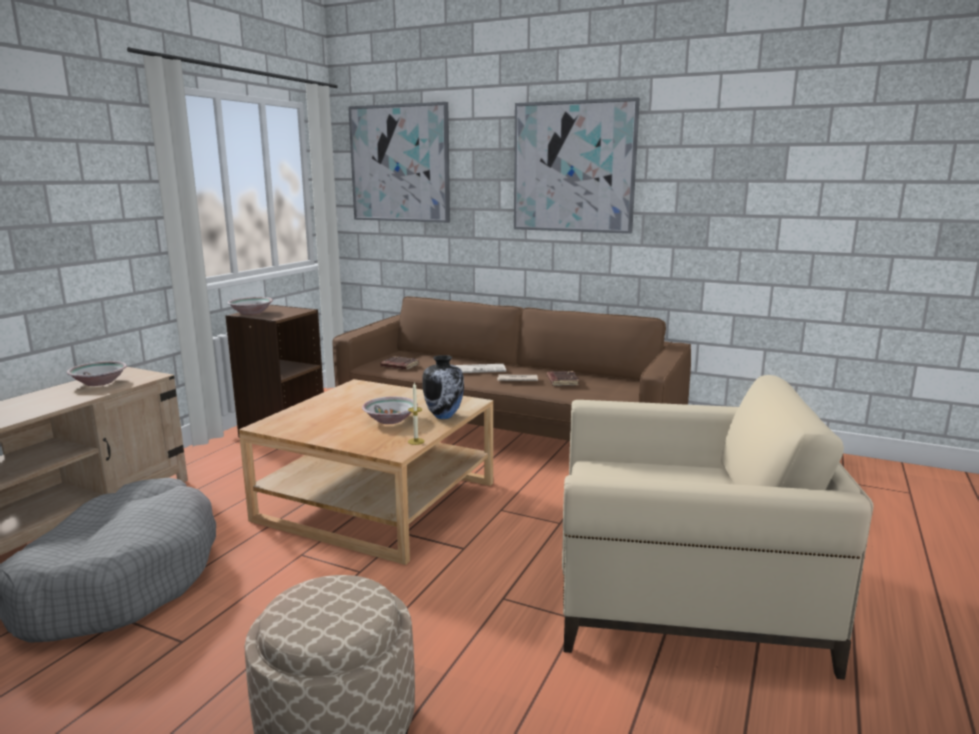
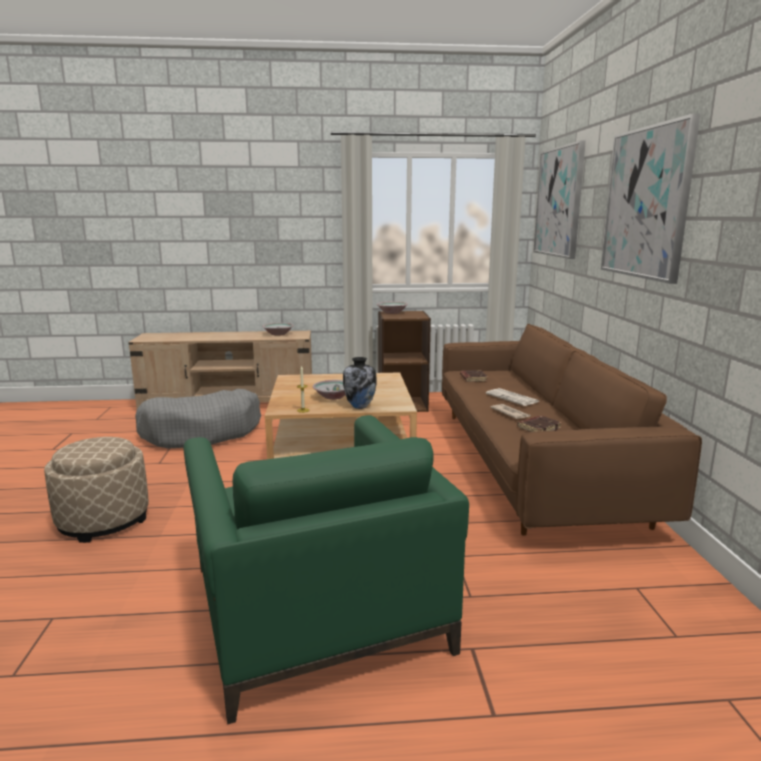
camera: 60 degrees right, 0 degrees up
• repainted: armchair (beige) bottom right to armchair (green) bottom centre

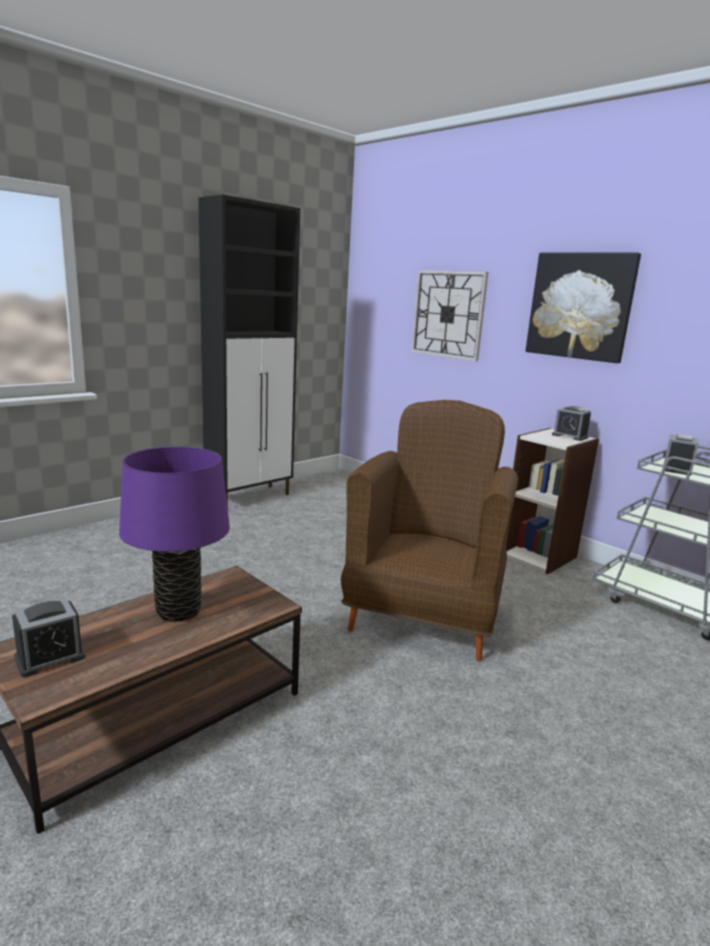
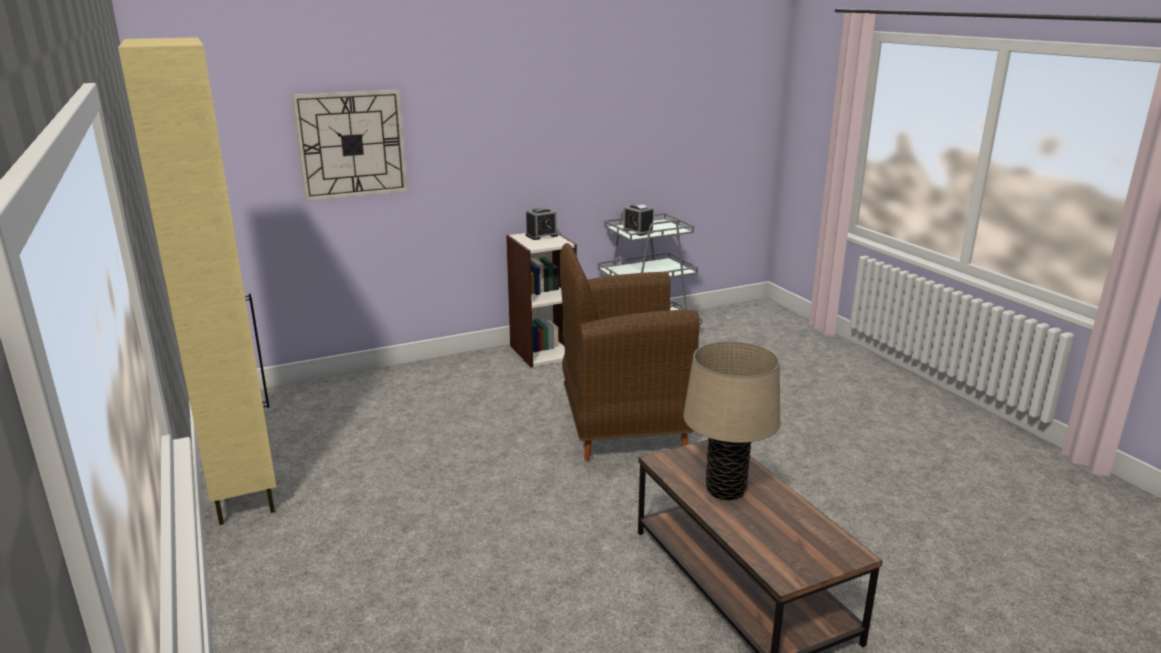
camera: 70 degrees left, 5 degrees up
• repainted: cabinet (black) centre to cabinet (beige) middle left
• gone: picture top right
• rotated: armchair (brown) centre = centre 45 degrees counterclockwise
• repainted: table lamp (purple) middle left to table lamp (beige) centre
• gone: alarm clock (no. 1 from left) bottom left

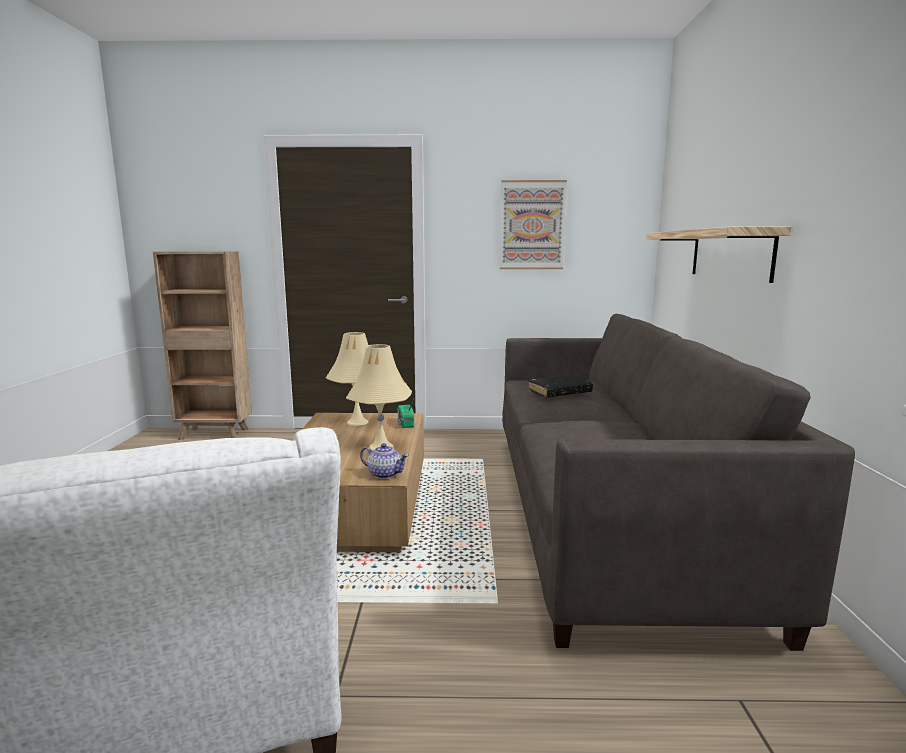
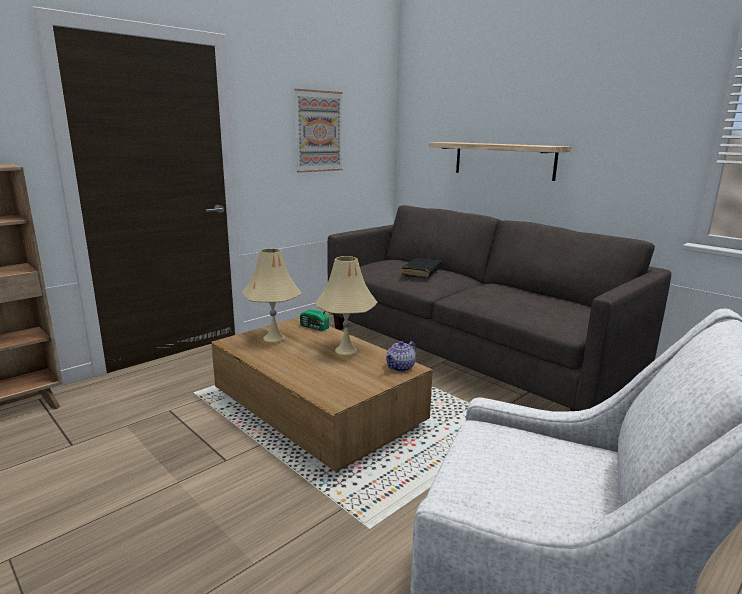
camera: 45 degrees left, 5 degrees up
• rotated: teapot centre = centre 150 degrees clockwise

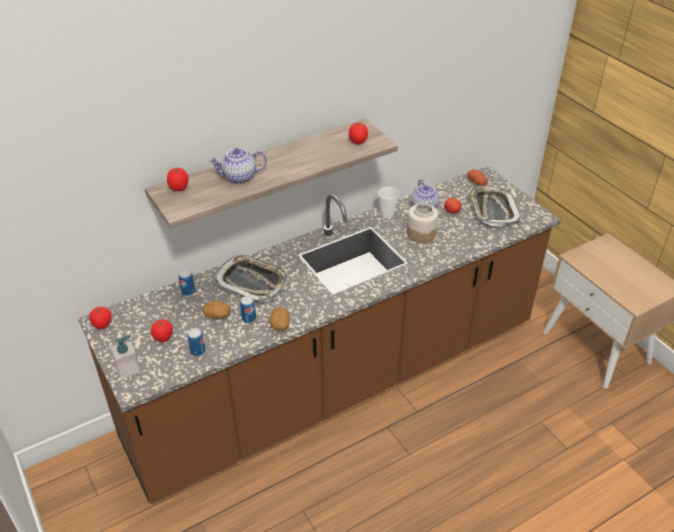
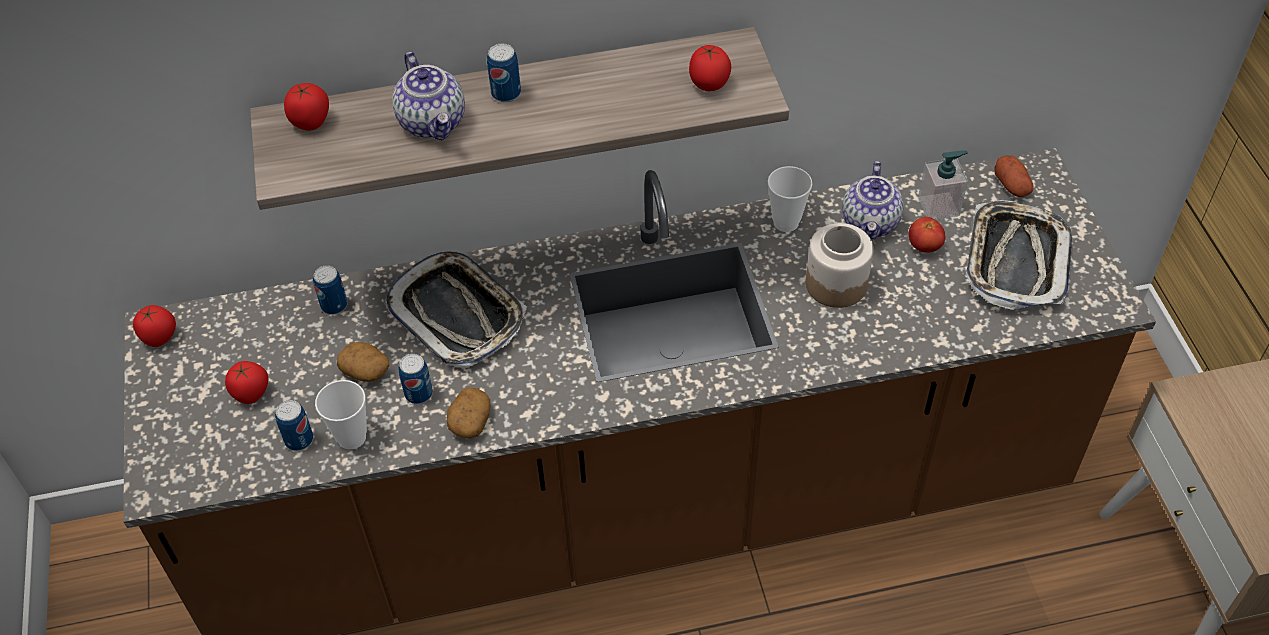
camera: 20 degrees right, 10 degrees up
• rotated: teapot (no. 1 from left) top centre = top centre 120 degrees counterclockwise
• shifted: soap dispenser bottom left to top right
• new: can (no. 4 from left) top centre
• new: cup (no. 1 from left) middle left

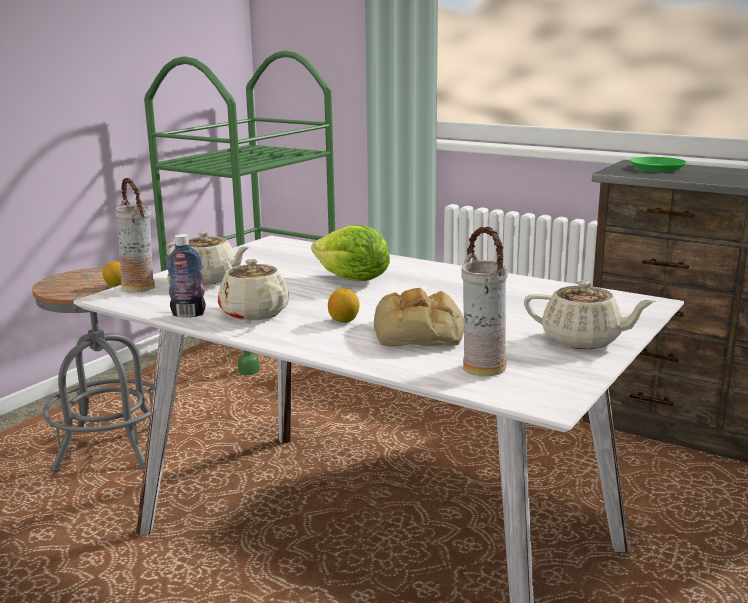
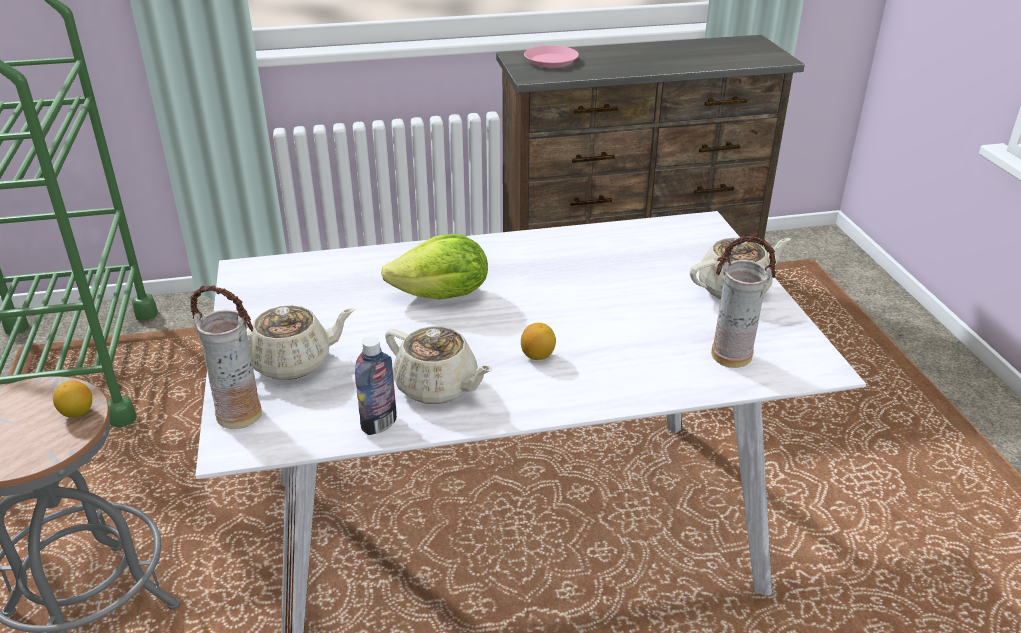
camera: 45 degrees left, 15 degrees up
• repainted: plate (green) top right to plate (pink) top centre
• rotated: teapot (beige) (no. 2 from left) centre = centre 150 degrees counterclockwise
• gone: bread centre

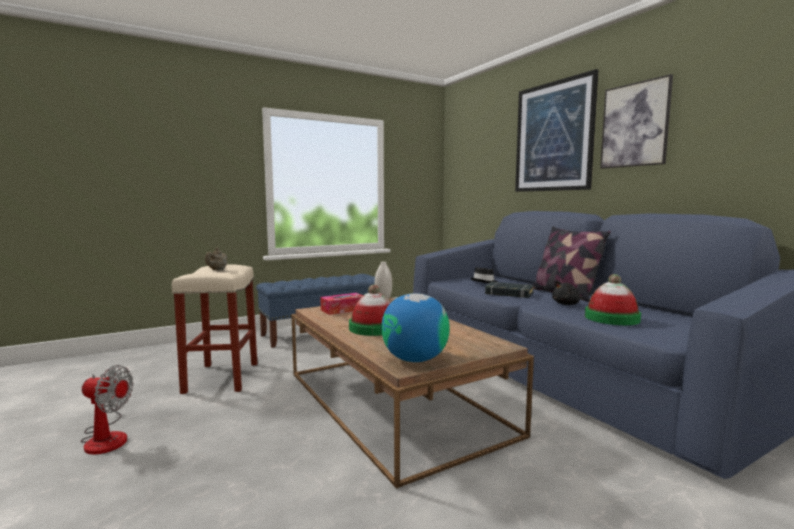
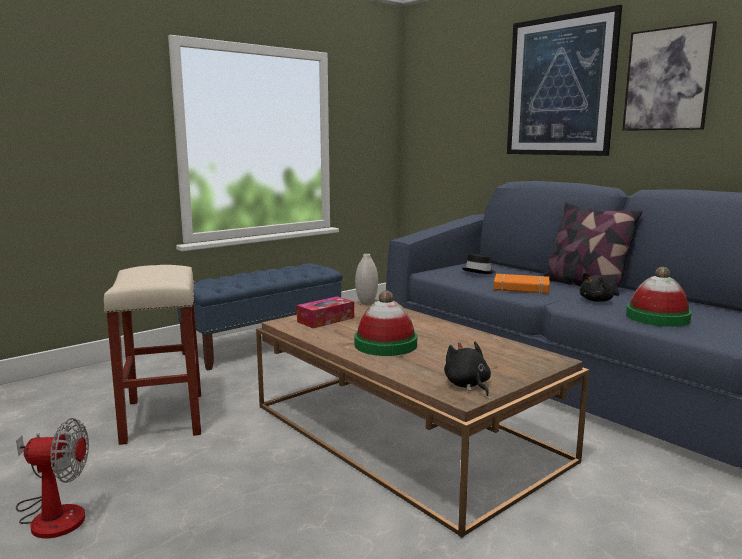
camera: 10 degrees left, 5 degrees up
• gone: teapot (beige) middle left
• repainted: book (black) centre to book (orange) middle right
• swapped: globe centre to plush toy (black) (no. 1 from left) centre

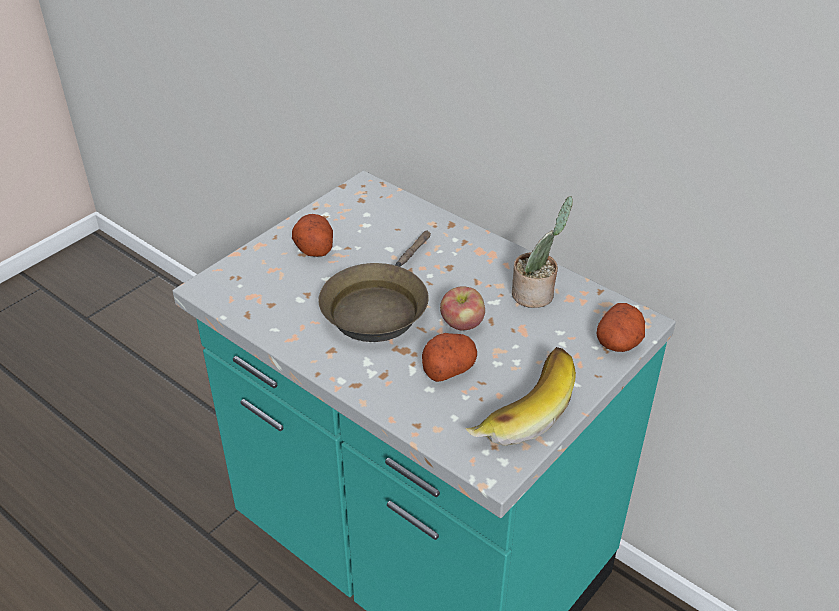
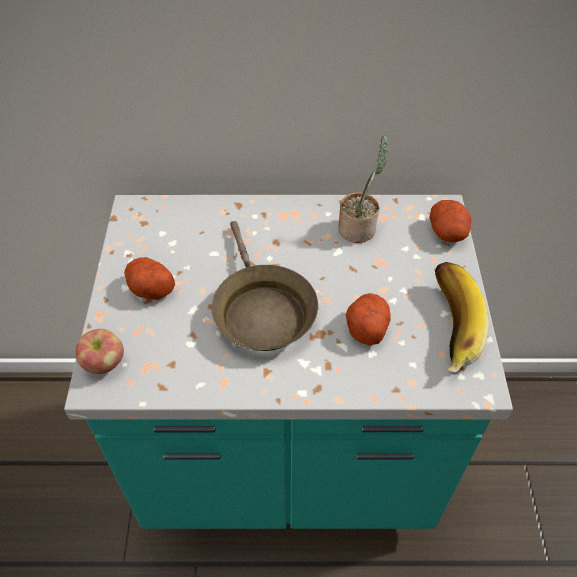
camera: 40 degrees left, 10 degrees up
• shifted: apple centre to middle left

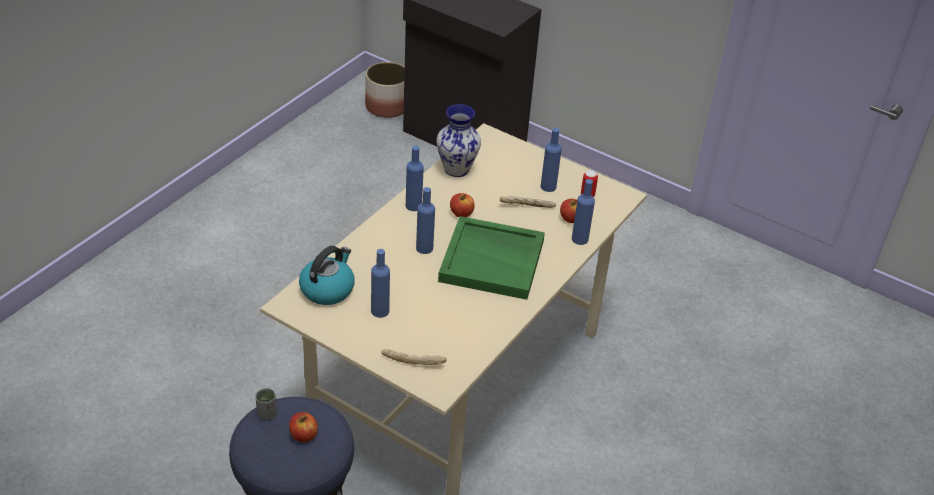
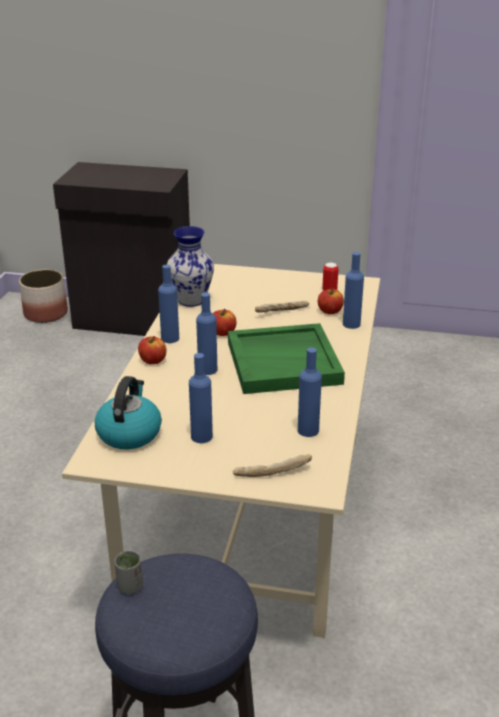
camera: 20 degrees left, 10 degrees down
• shifted: bottle (blue) (no. 4 from left) top centre to centre
• shifted: apple (no. 1 from left) bottom left to middle left

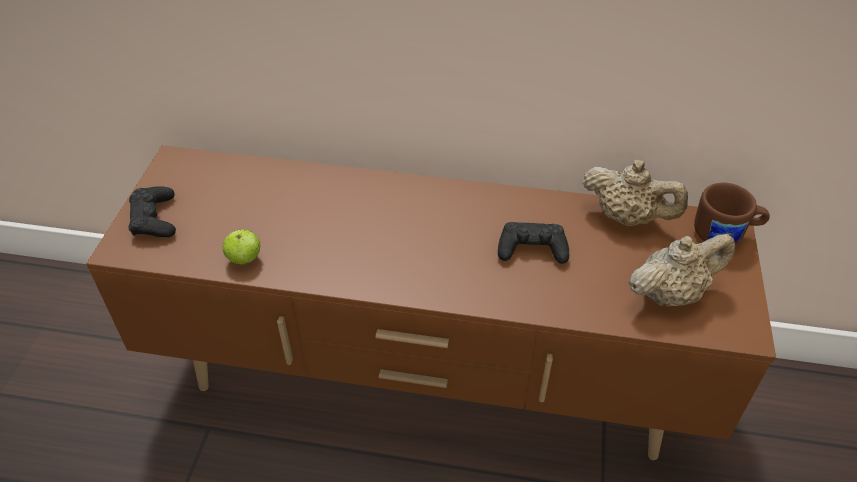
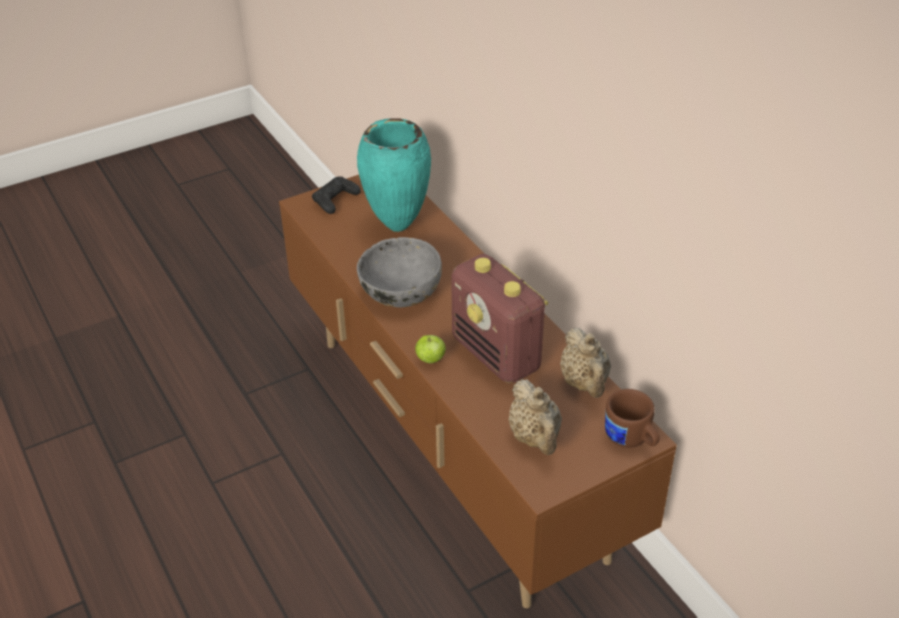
camera: 50 degrees right, 5 degrees down
• swapped: game controller (black) (no. 2 from left) centre to radio centre
• shifted: apple middle left to centre
• rotated: teapot (beige) (no. 2 from left in the first image) middle right = bottom centre 45 degrees clockwise
• new: vase (turquoise) top centre
• new: bowl (grey) centre

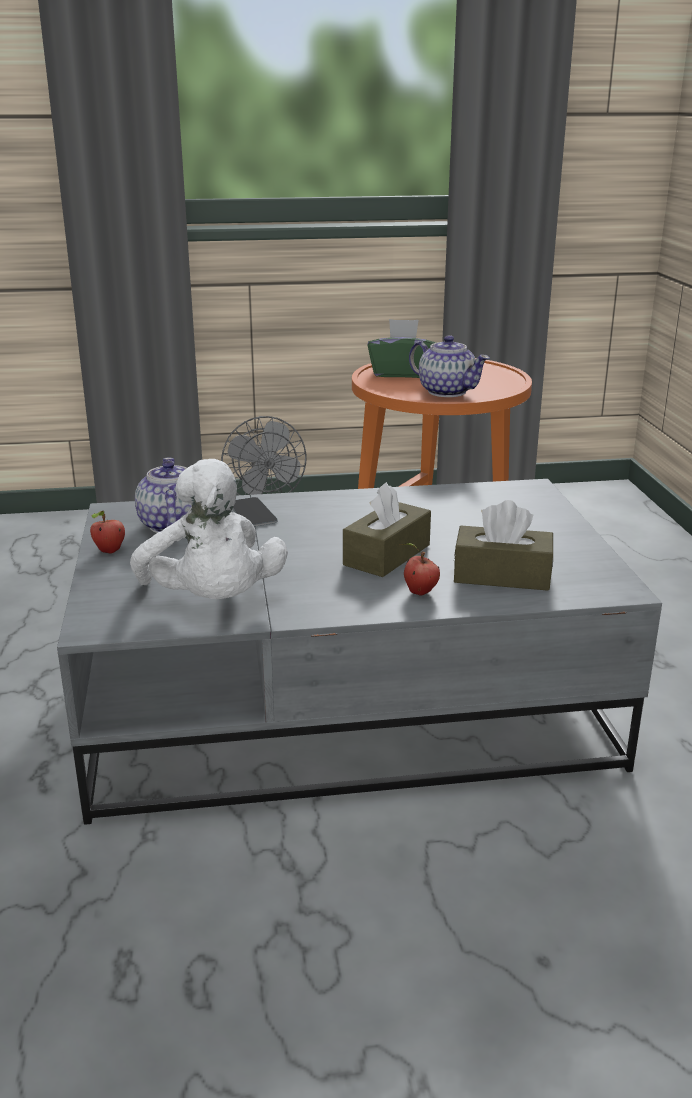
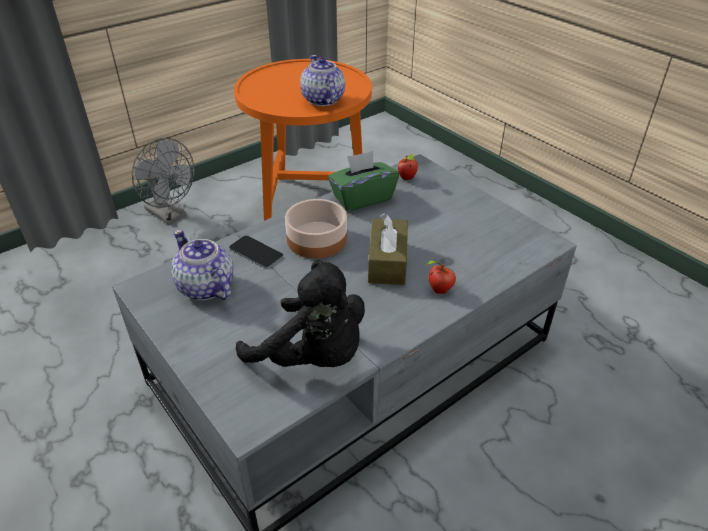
camera: 30 degrees left, 15 degrees up
• shifted: tissue box (green) top centre to centre
• rotated: teapot (no. 2 from left) centre = top centre 120 degrees counterclockwise
• repainted: plush toy (white) middle left to plush toy (black) centre
• gone: tissue box (brown) (no. 2 from left) middle right
• shifted: apple (no. 1 from left) middle left to top centre
• new: bowl centre

